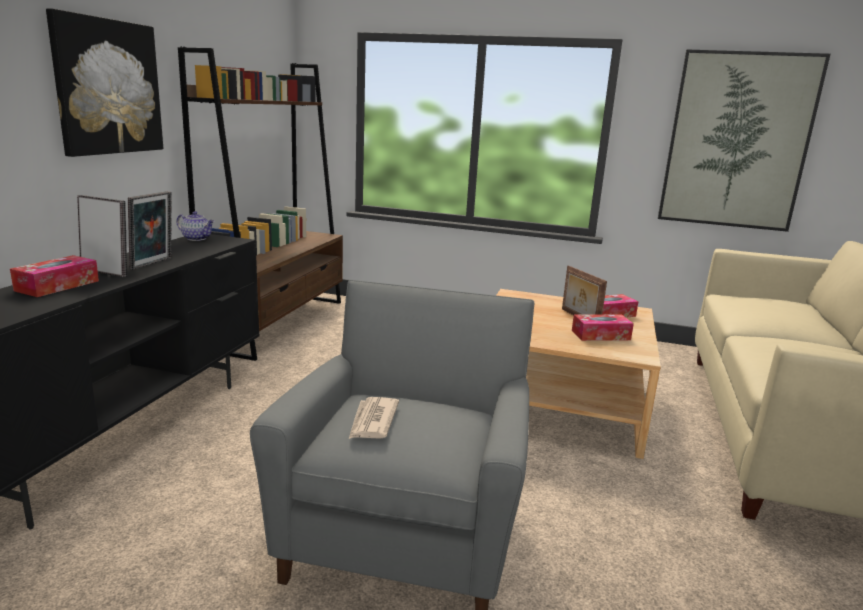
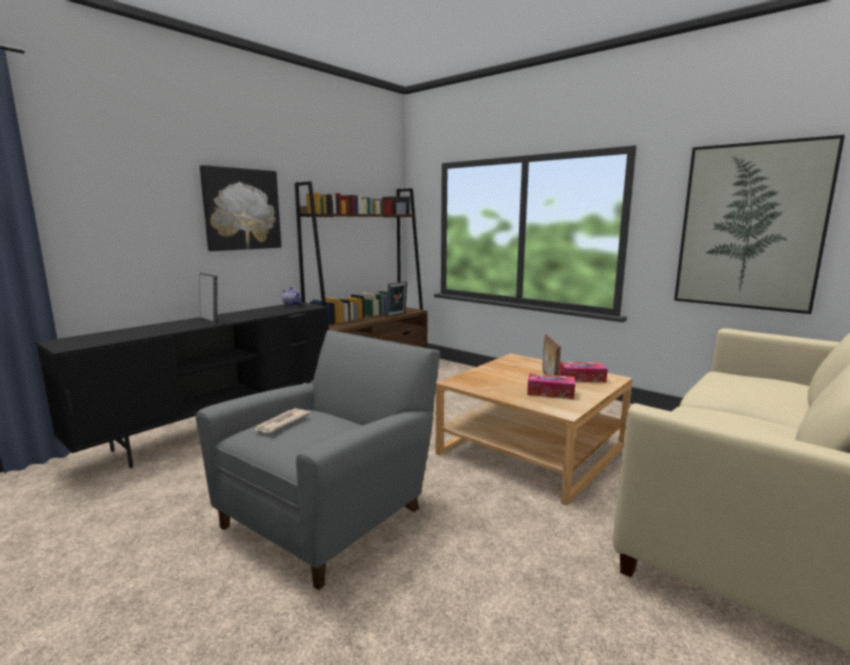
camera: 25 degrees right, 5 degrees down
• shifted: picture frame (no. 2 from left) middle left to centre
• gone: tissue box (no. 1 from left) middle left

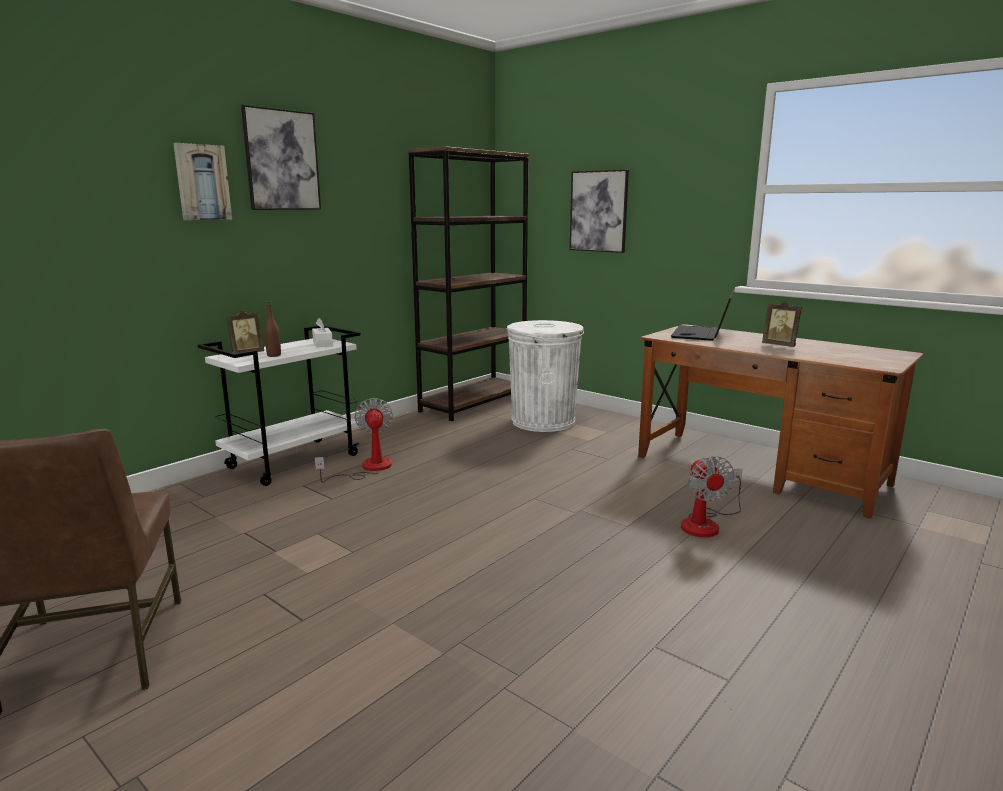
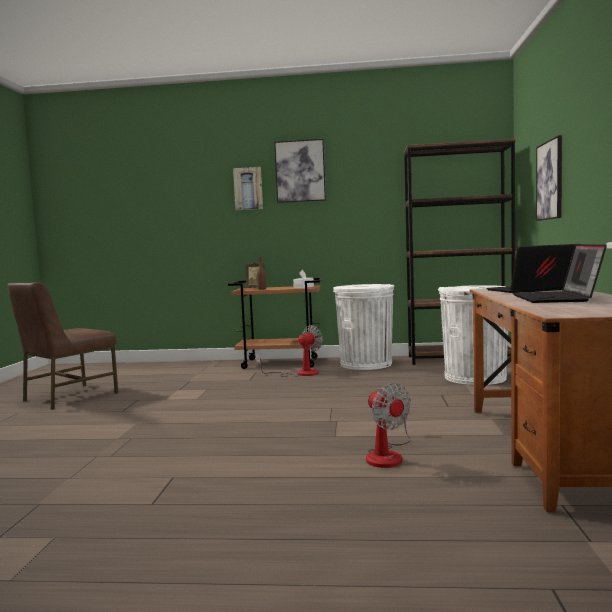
camera: 55 degrees right, 10 degrees down
• swapped: picture frame (no. 2 from left) middle right to laptop (no. 2 from left) middle right
• repainted: cart (white) middle left to cart (brown) centre
• rotated: fan (no. 2 from left) middle right = bottom centre 75 degrees counterclockwise
• new: trash can (white) (no. 1 from left) centre

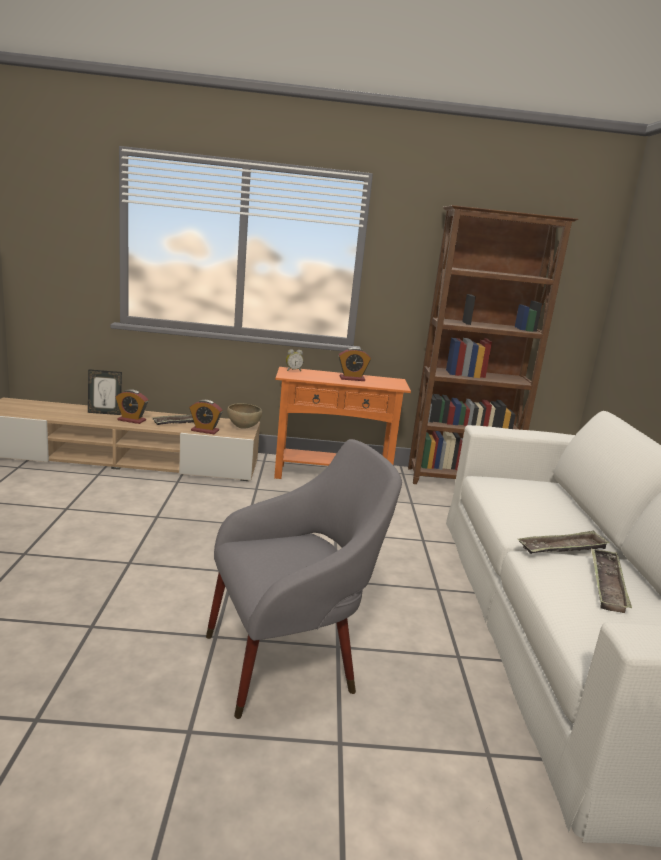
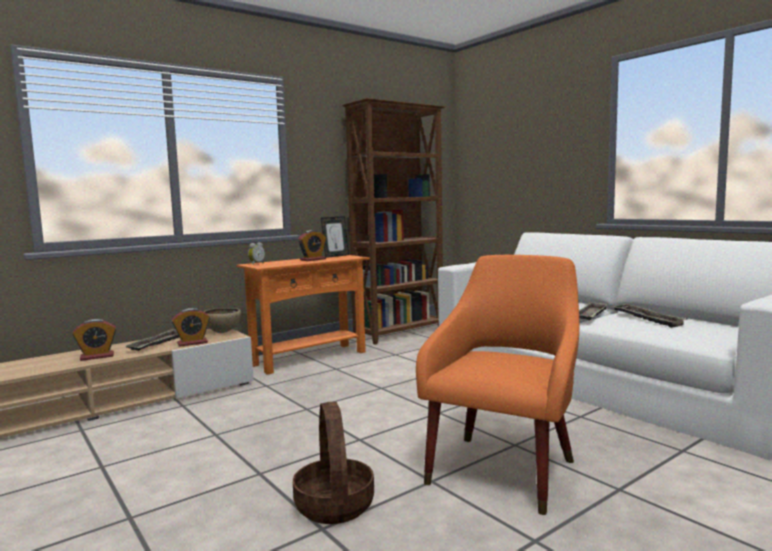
camera: 35 degrees left, 10 degrees down
• shifted: picture frame middle left to centre
• repainted: armchair (grey) bottom centre to armchair (orange) bottom centre
• new: basket bottom centre

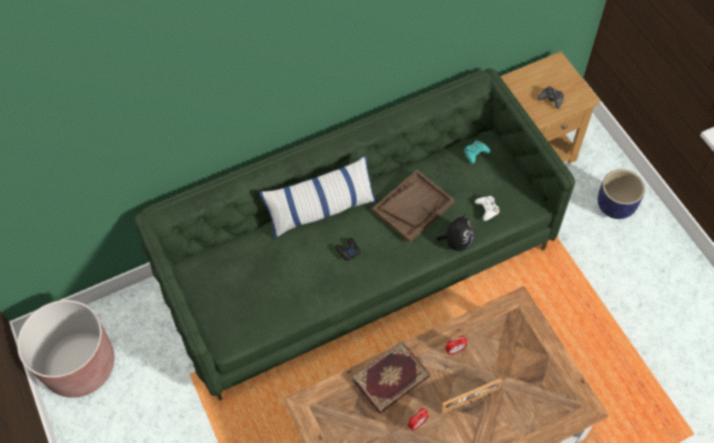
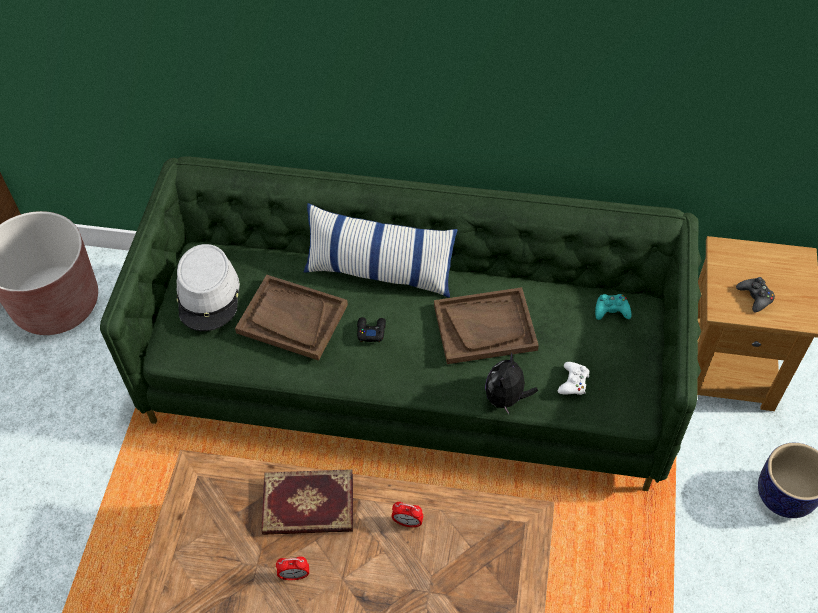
camera: 35 degrees right, 5 degrees down
• rotated: plush toy centre = centre 150 degrees clockwise
• gone: picture frame bottom centre
• new: hat (grey) middle left
• new: tray (brown) (no. 1 from left) centre

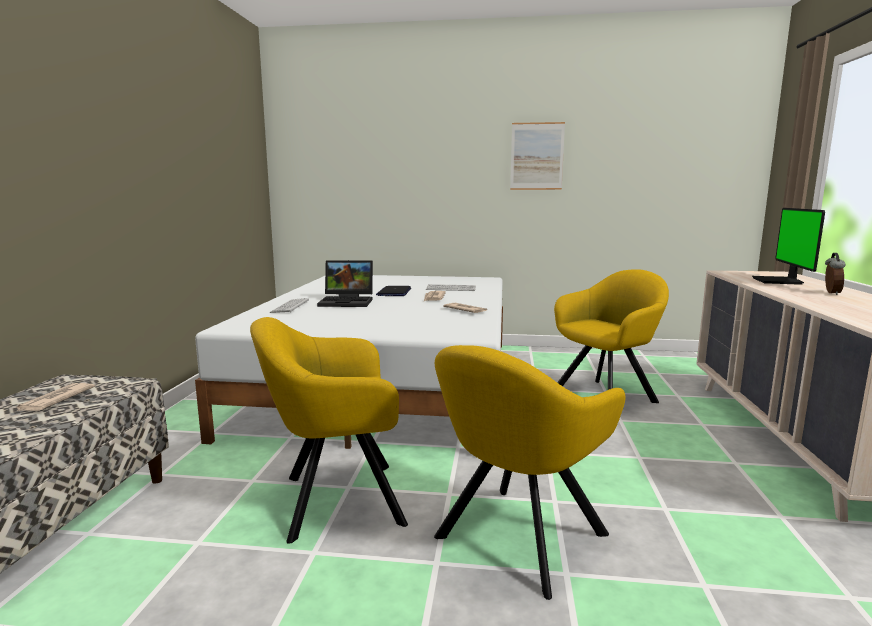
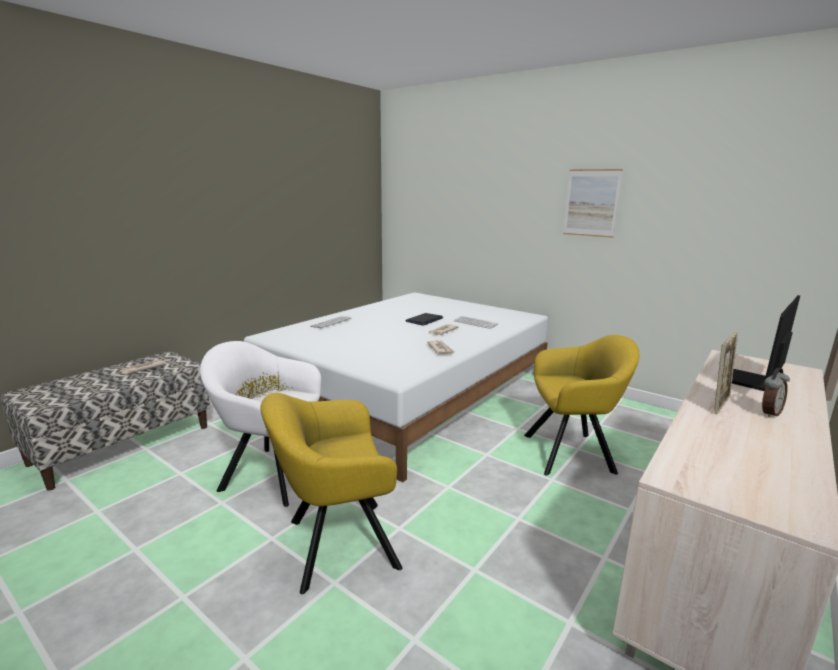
camera: 30 degrees right, 5 degrees up
• gone: laptop (no. 1 from left) centre
• repainted: armchair (yellow) (no. 1 from left) bottom centre to armchair (white) middle left
• new: picture frame middle right

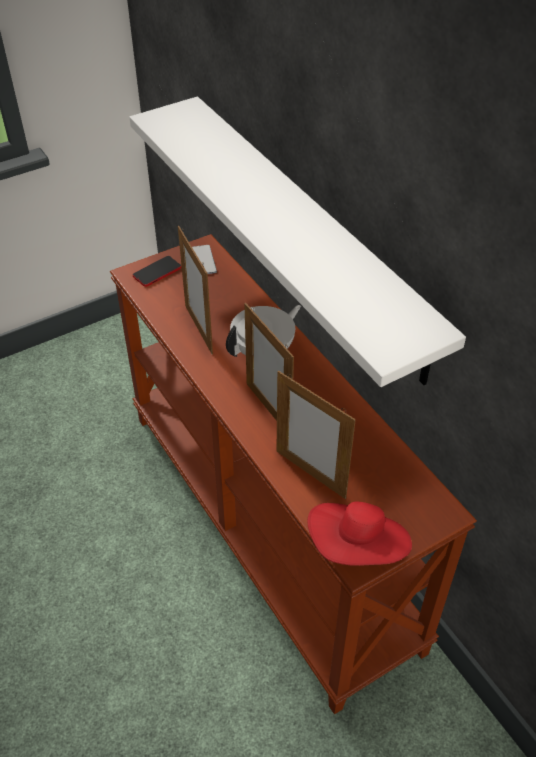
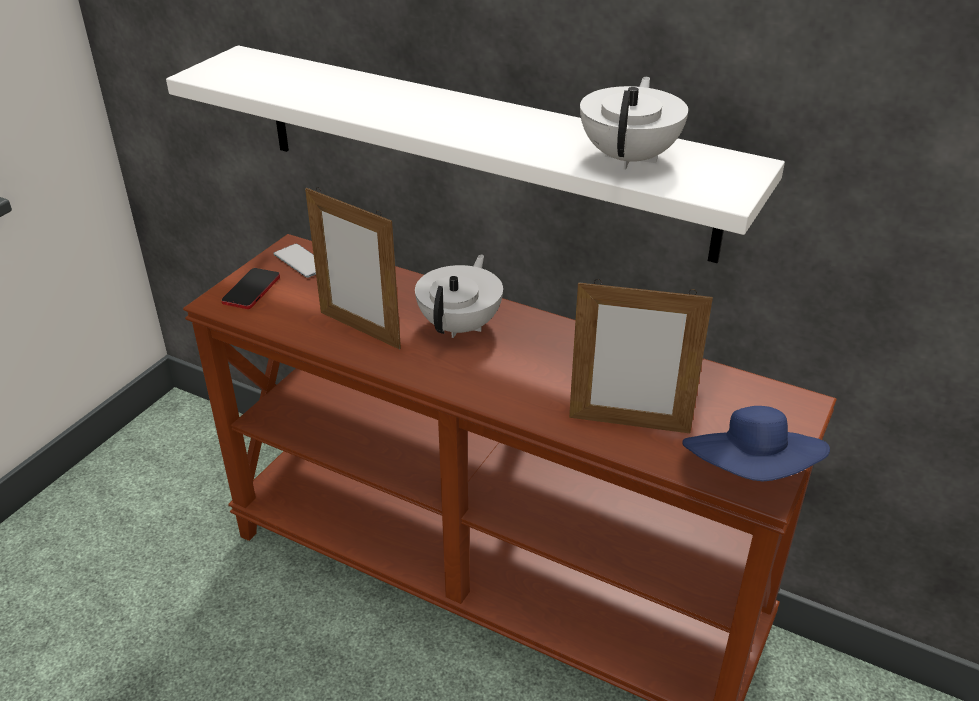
camera: 30 degrees left, 10 degrees down
• gone: picture frame (no. 2 from left) centre
• repainted: hat (red) bottom right to hat (blue) middle right
• new: teapot (white) (no. 2 from left) top centre

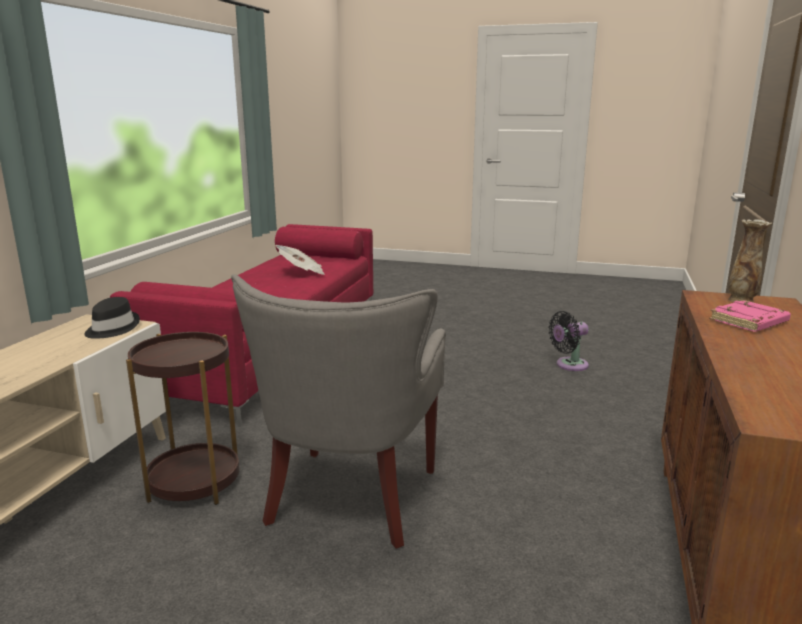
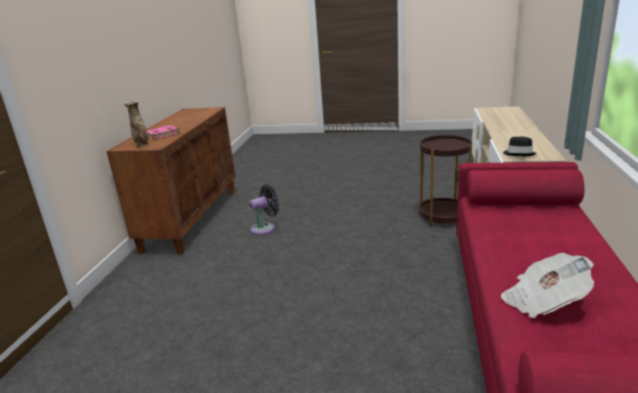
camera: 175 degrees right, 5 degrees up
• gone: armchair (grey) centre
• shifted: fan (black) middle right to centre

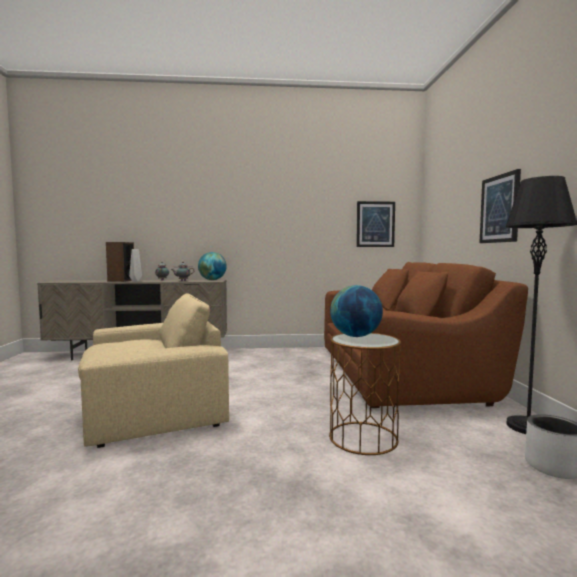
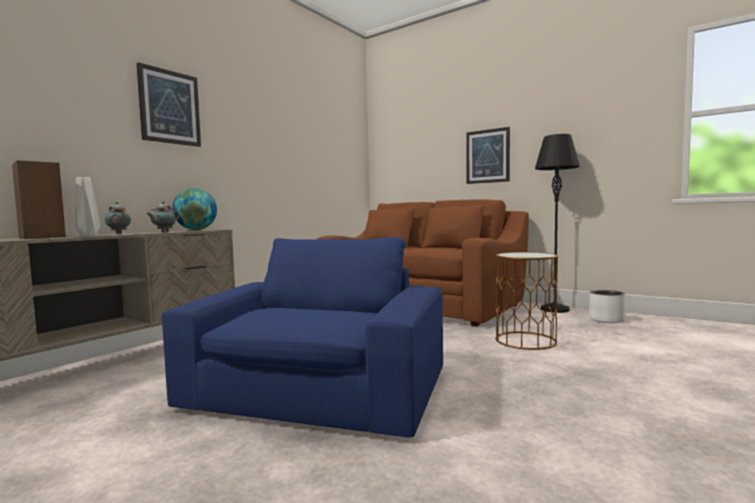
camera: 50 degrees left, 0 degrees up
• shifted: picture (no. 1 from left) centre to top left
• gone: globe (no. 2 from left) centre
• repainted: armchair (beige) middle left to armchair (blue) bottom centre

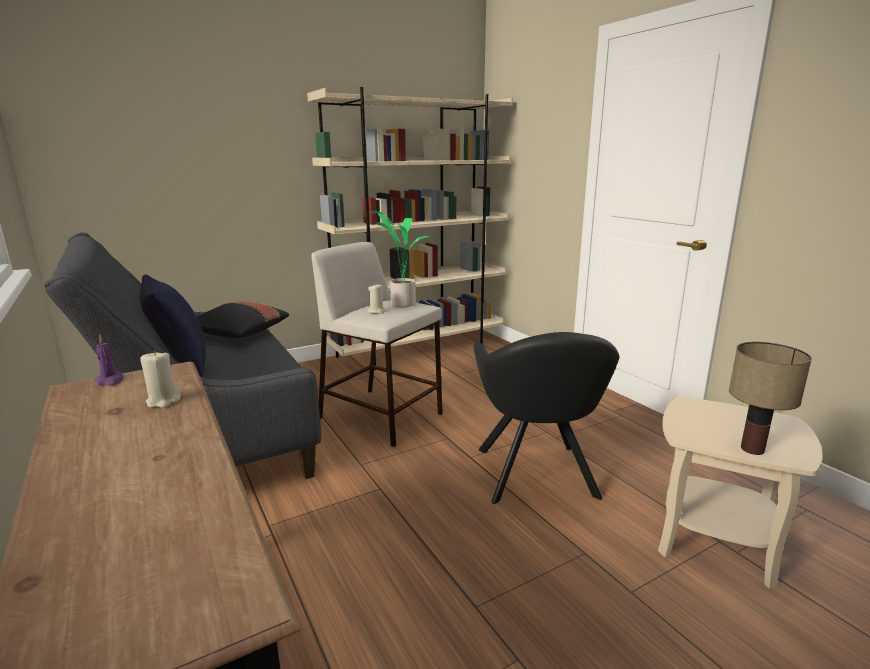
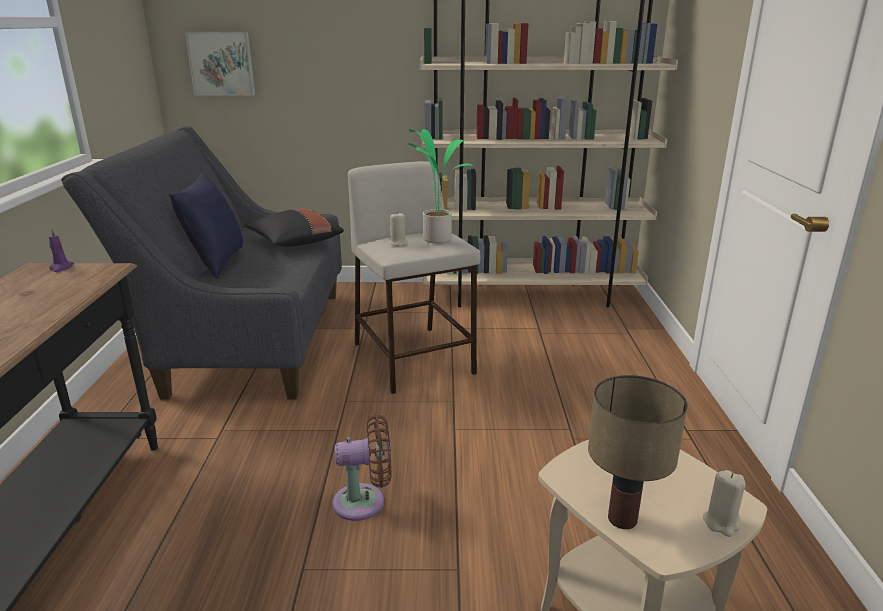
camera: 30 degrees right, 5 degrees up
• gone: armchair (black) centre
• shifted: candle (beige) (no. 1 from left in the first image) middle left to candle (beige) (no. 2 from left) bottom right
• new: picture top left
• new: fan (brown) bottom centre

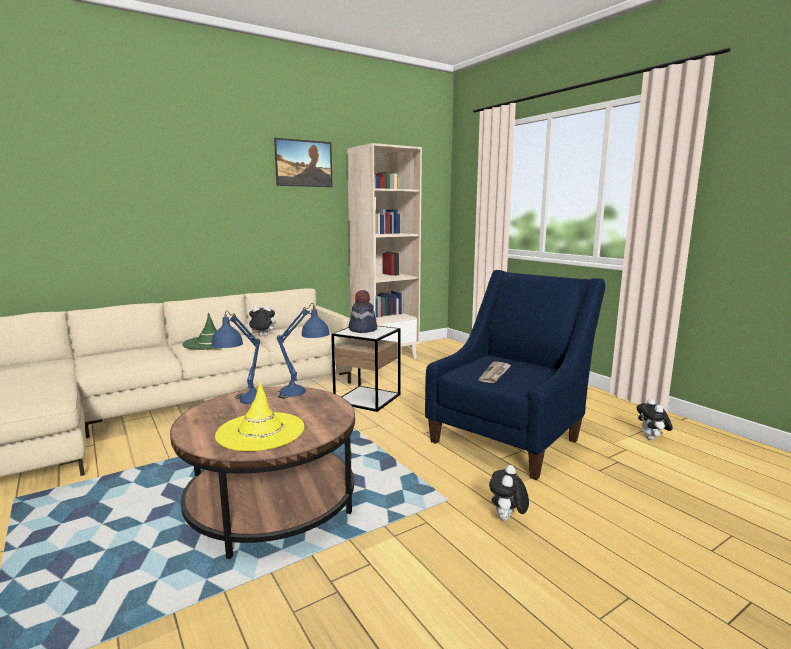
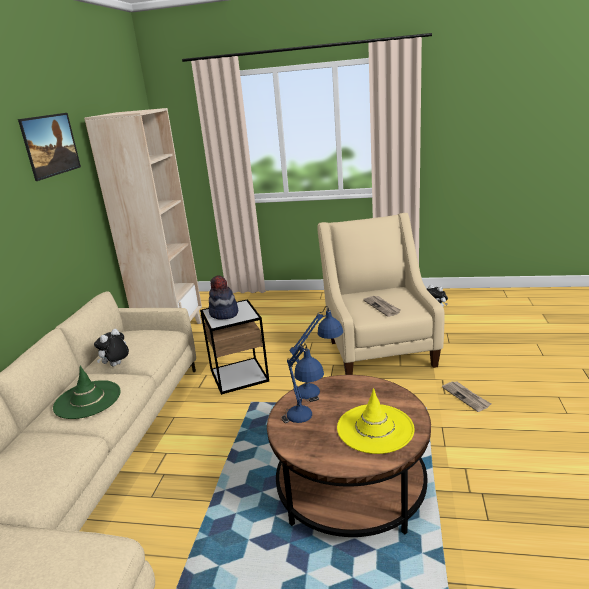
camera: 45 degrees left, 10 degrees up
• repainted: armchair (blue) centre to armchair (beige) centre
• swapped: plush toy (no. 2 from left) bottom centre to newspaper (no. 2 from left) bottom right

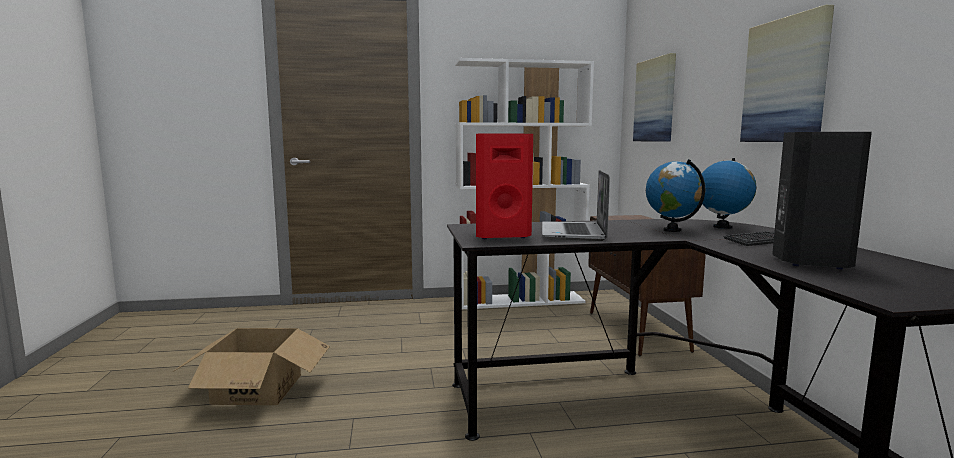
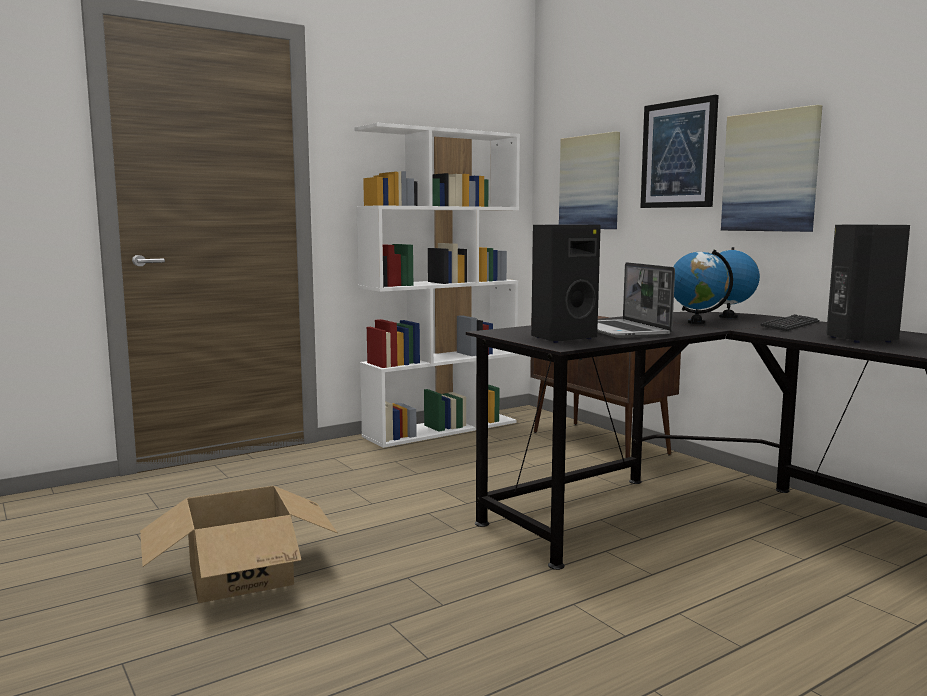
camera: 25 degrees left, 0 degrees up
• repainted: speaker (red) centre to speaker (black) (no. 1 from left) centre
• new: picture (no. 2 from left) top right

